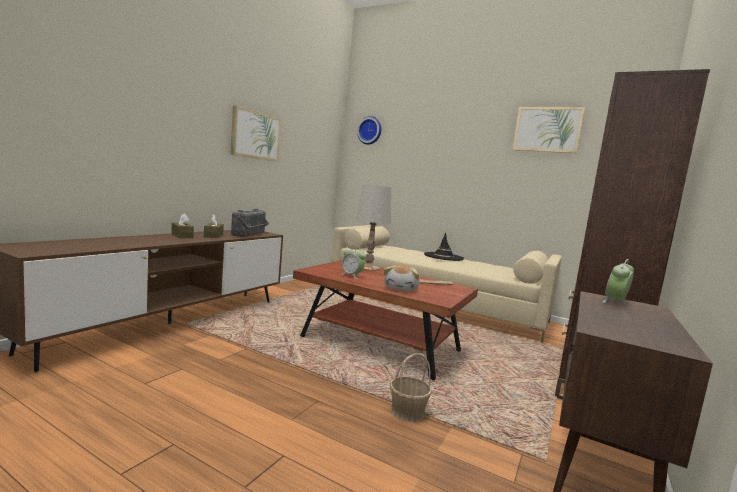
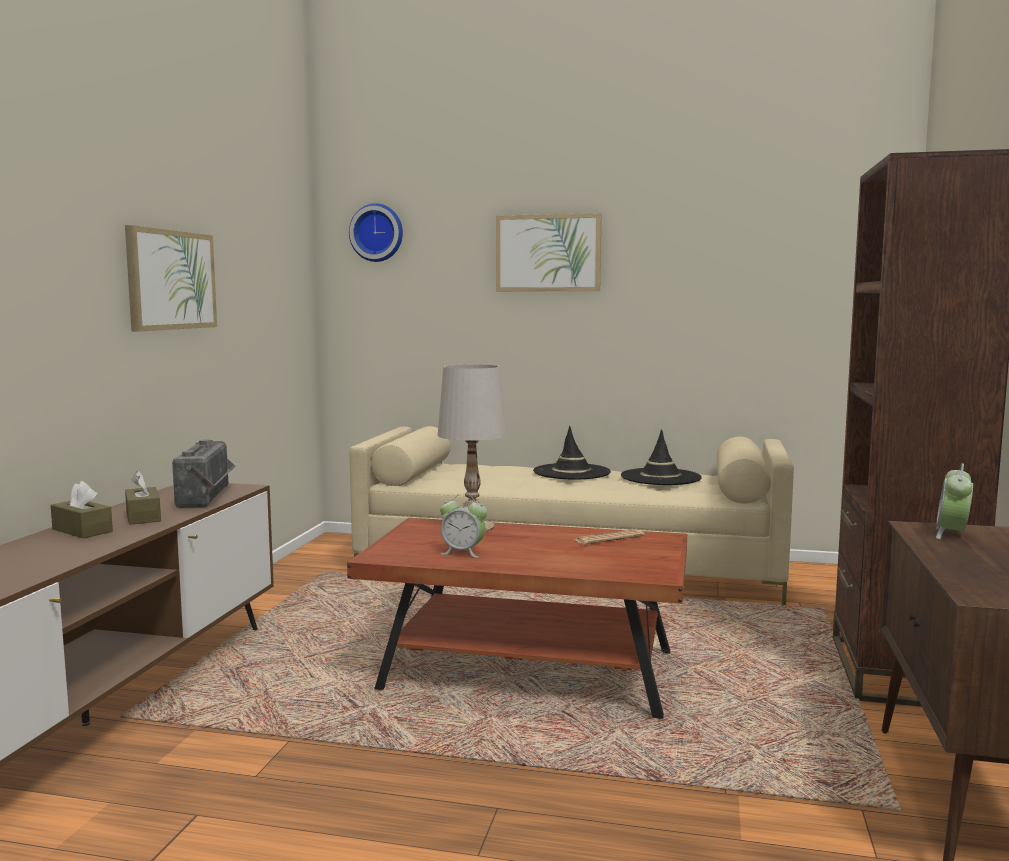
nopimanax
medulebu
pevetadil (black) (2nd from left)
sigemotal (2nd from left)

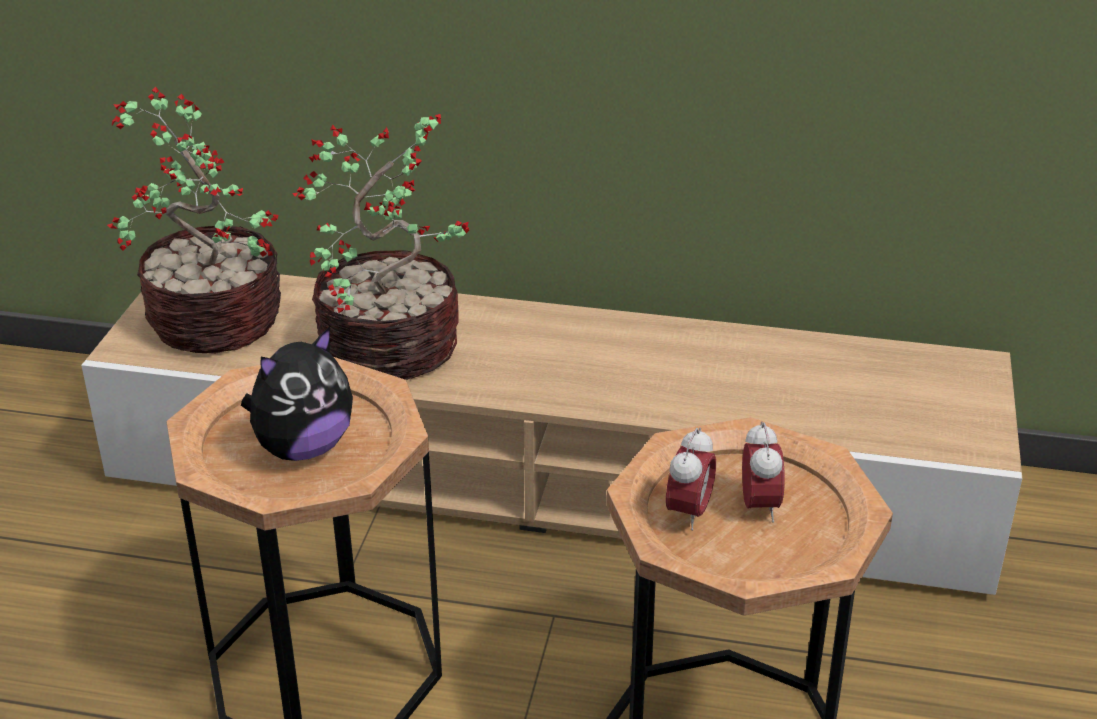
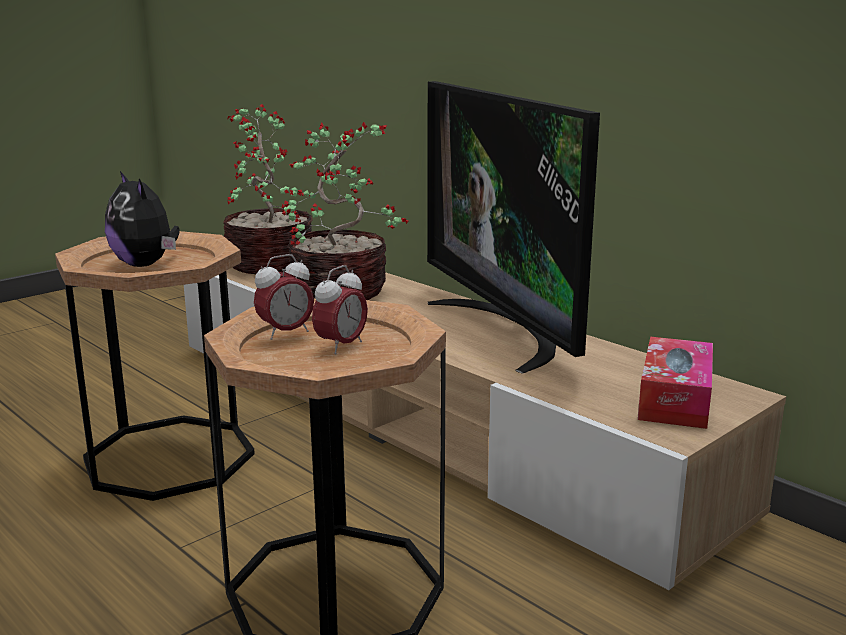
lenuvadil
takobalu
nopimanax

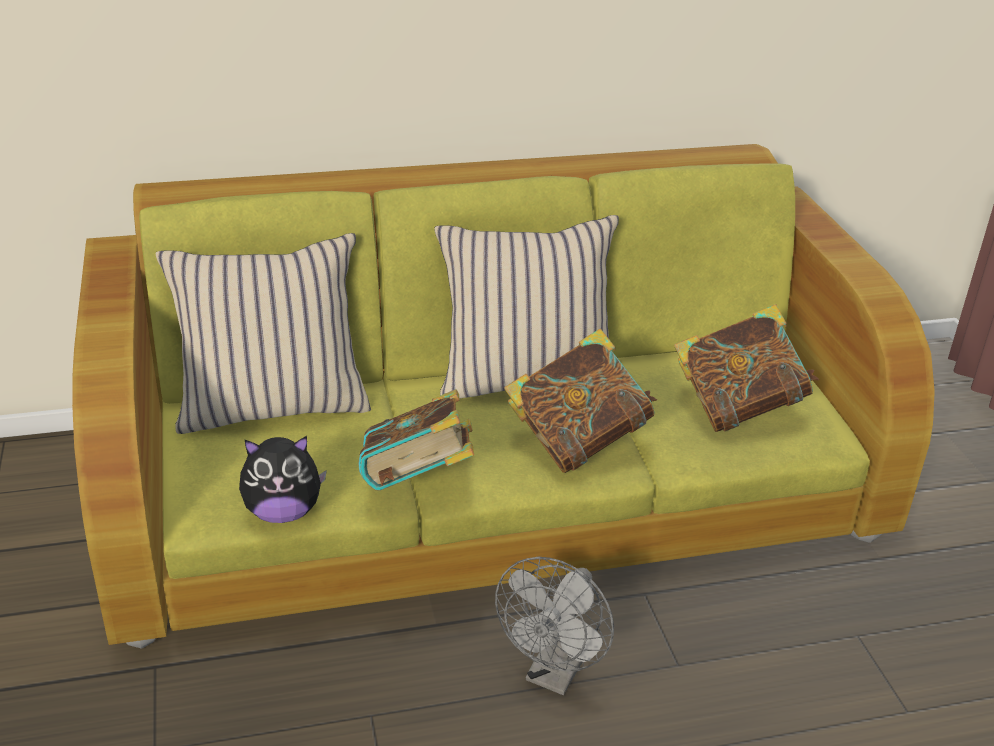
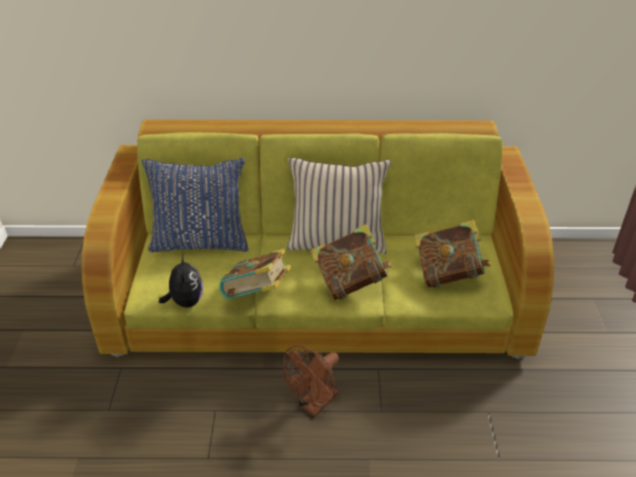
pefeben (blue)
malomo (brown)
nopimanax

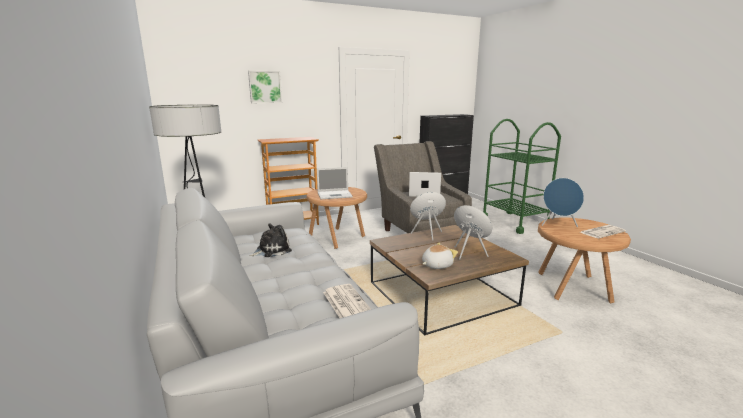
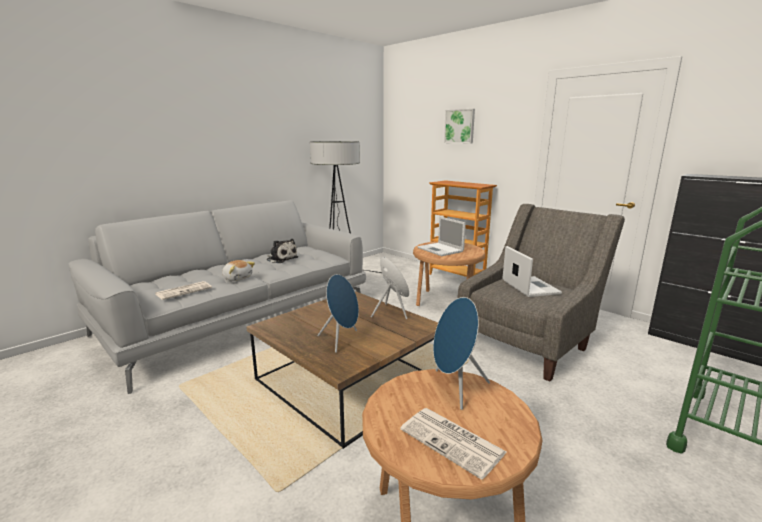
nopimanax (1st from left)

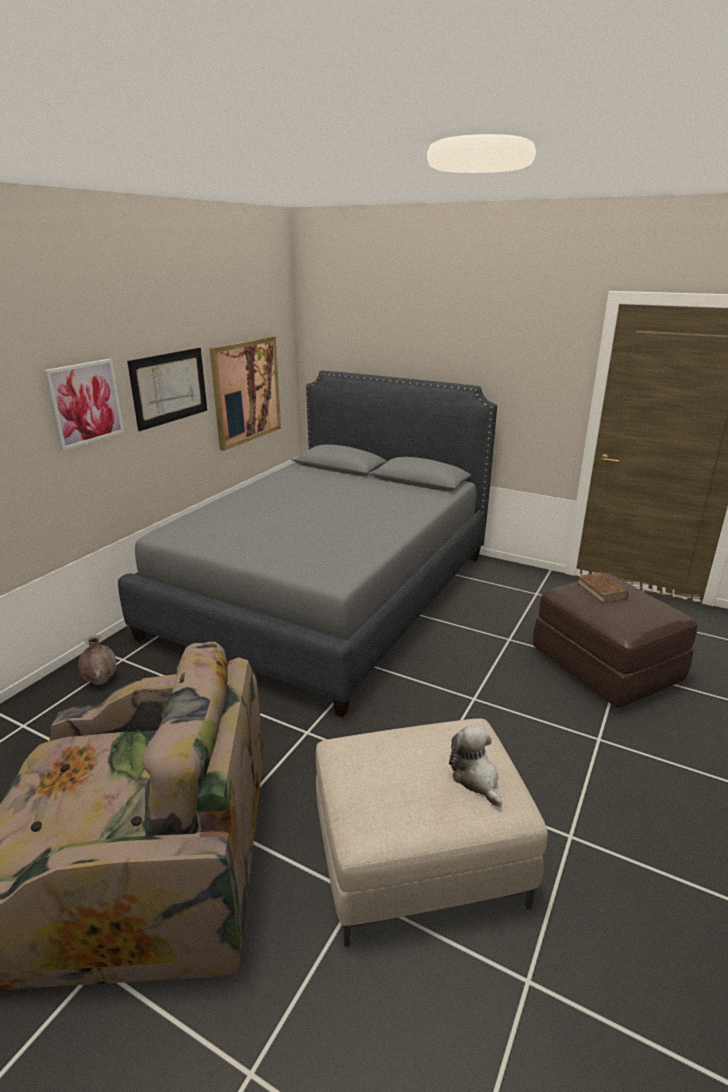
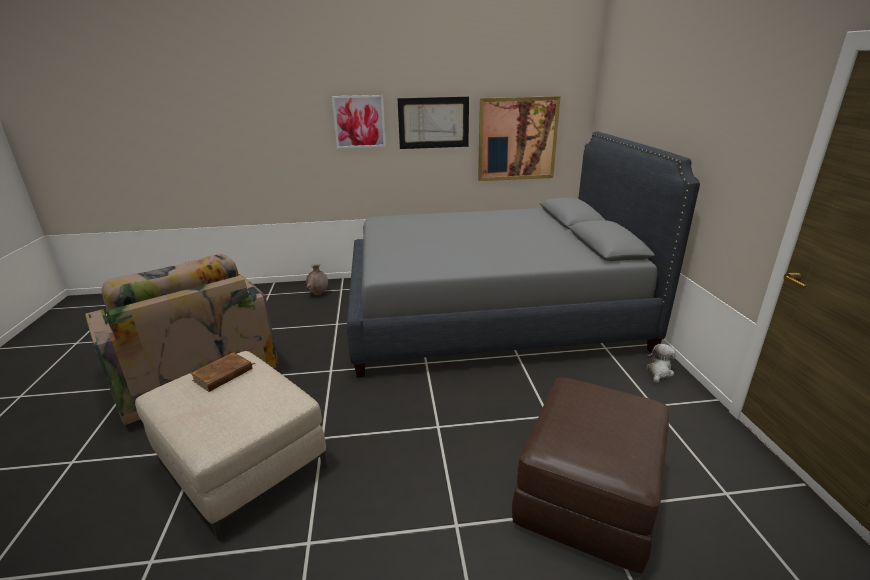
nopimanax
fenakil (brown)

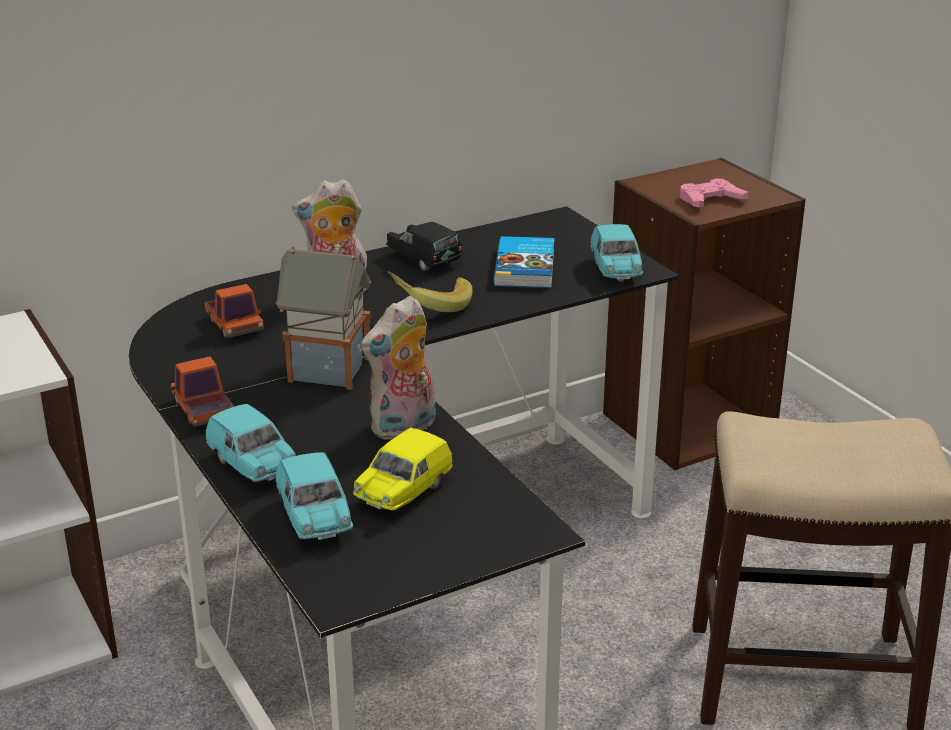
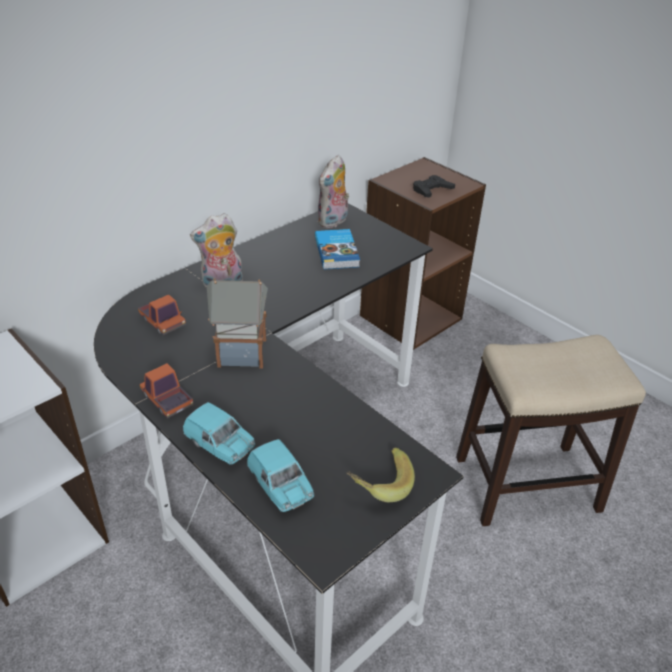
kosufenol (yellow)
kosufenol (black)
kosufenol (turquoise) (3rd from left in the first image)
nopimanax (2nd from left)
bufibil
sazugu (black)

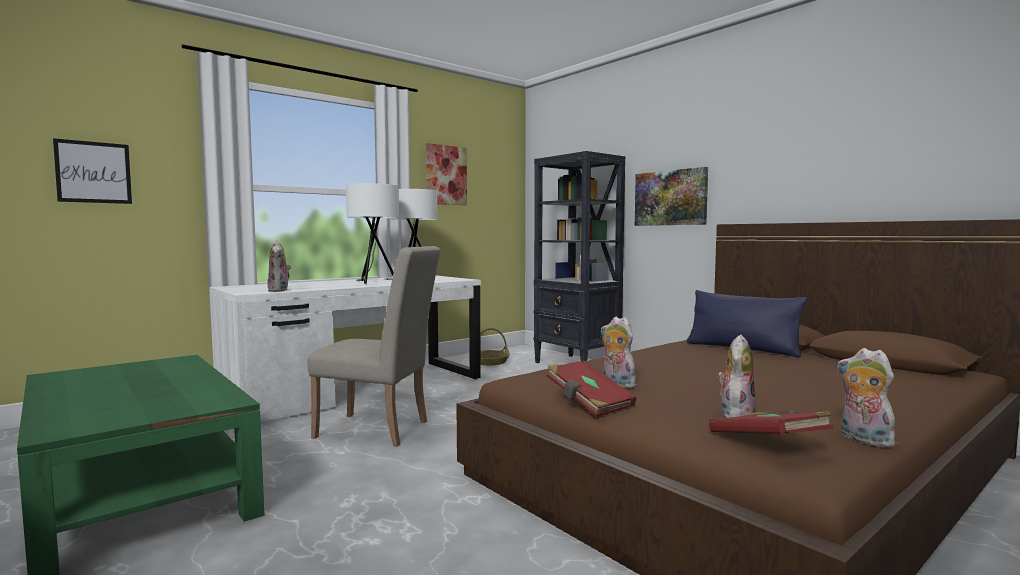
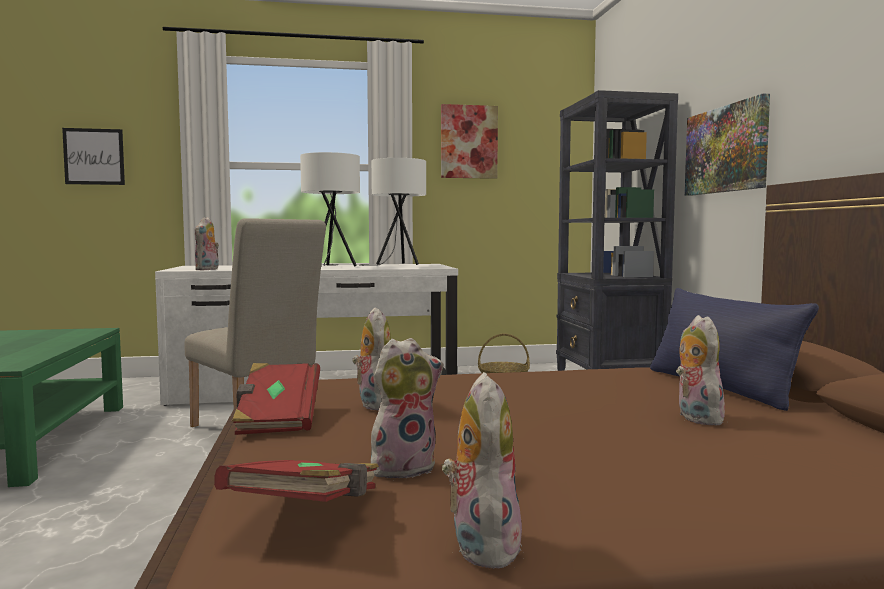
nopimanax (5th from left)

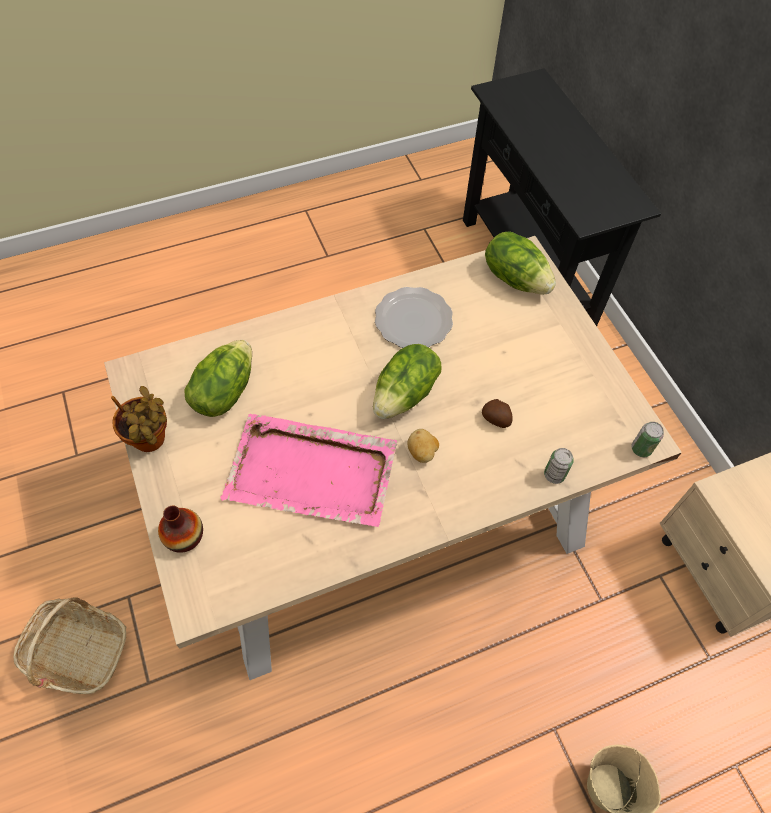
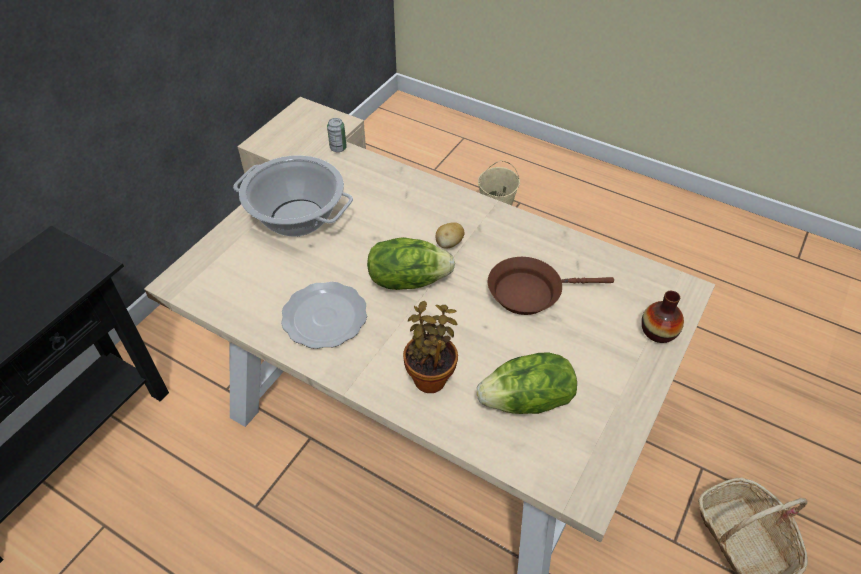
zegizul (2nd from left in the first image)
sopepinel (3rd from left in the first image)
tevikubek (1st from left in the first image)
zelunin
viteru
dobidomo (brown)

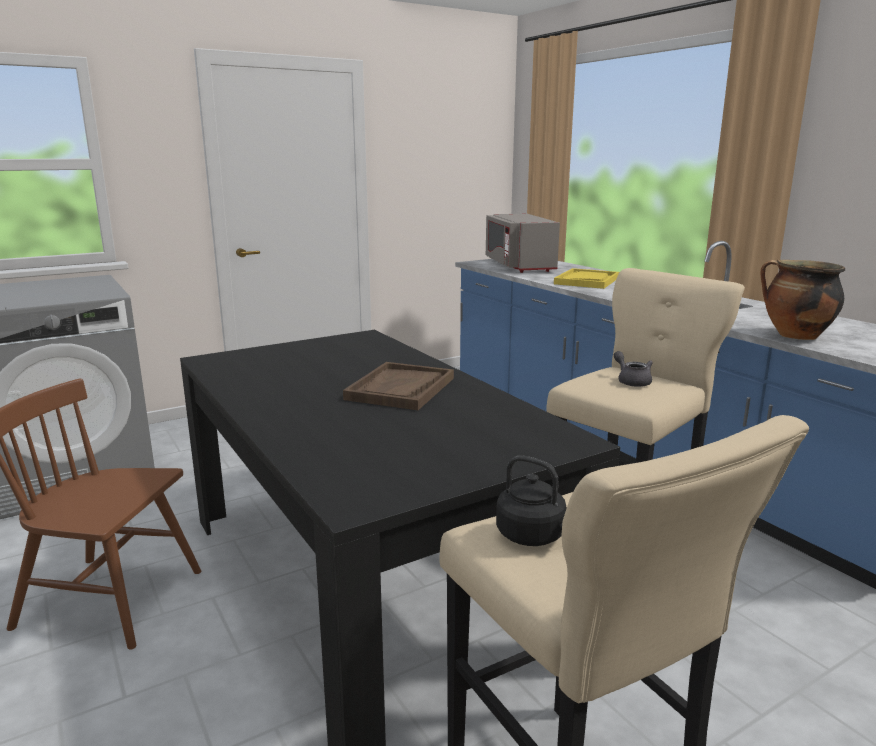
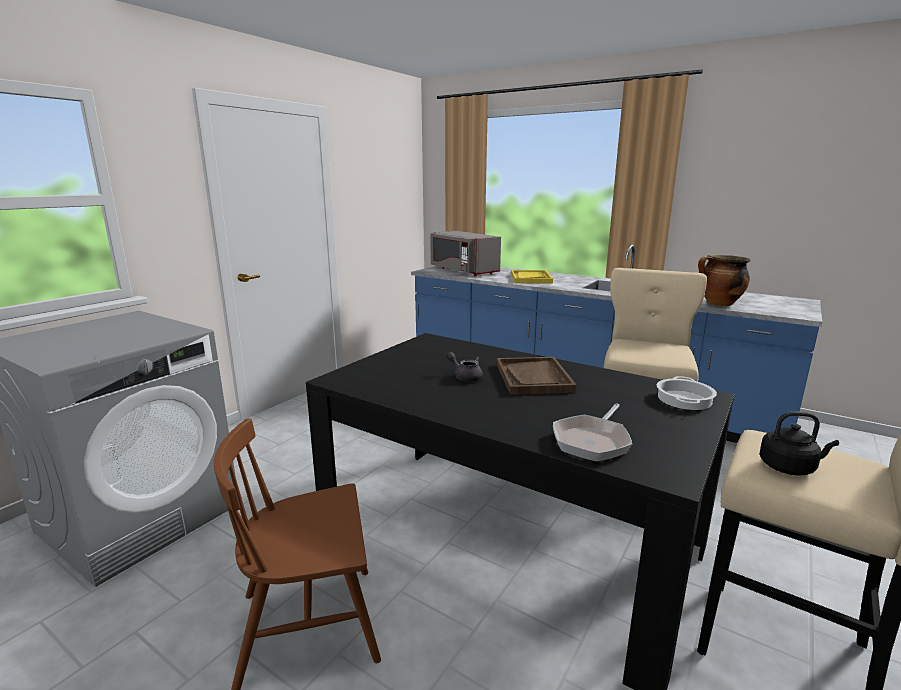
dobidomo
zelunin (1st from left)
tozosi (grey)

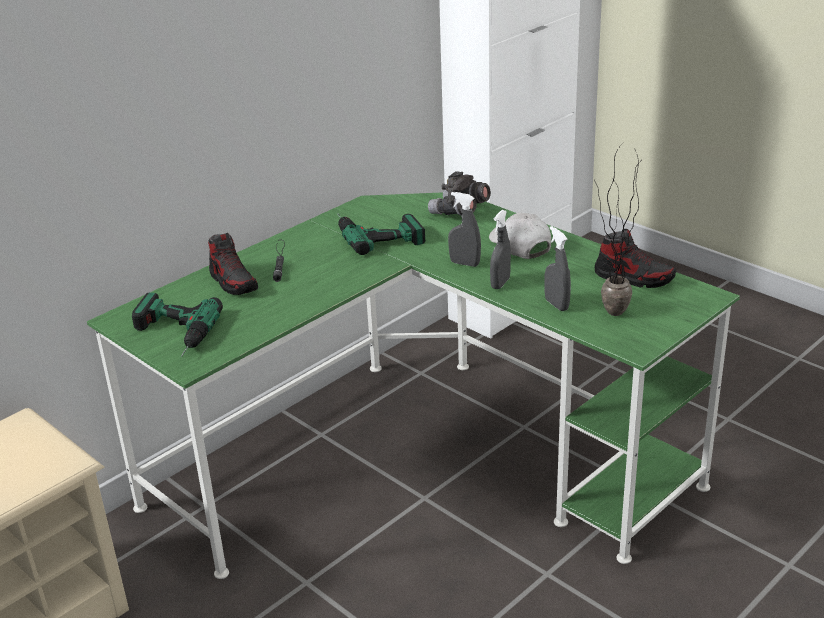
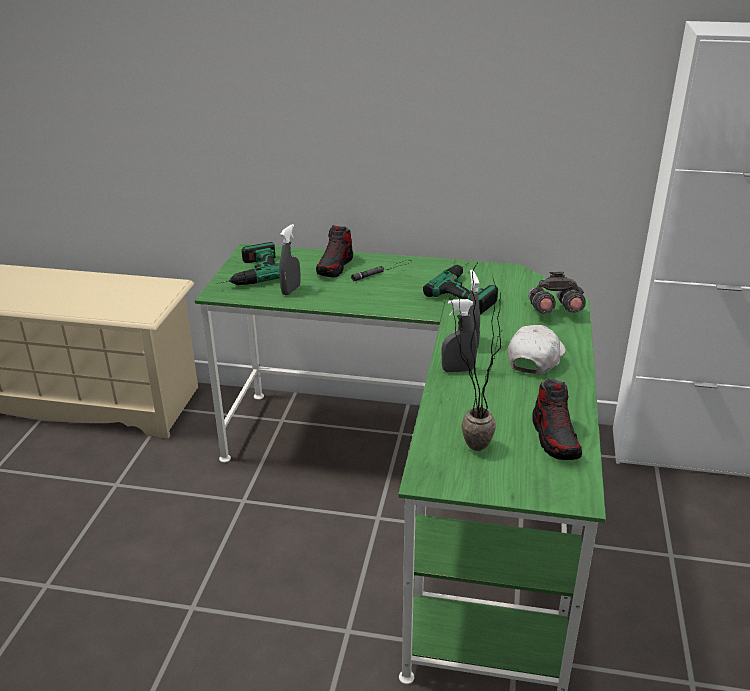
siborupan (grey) (1st from left)

